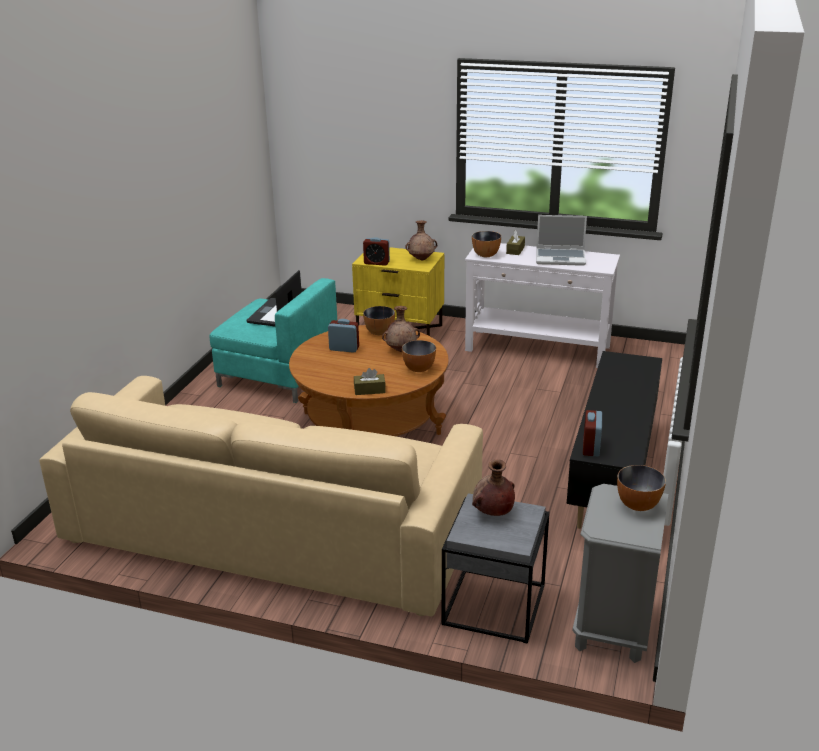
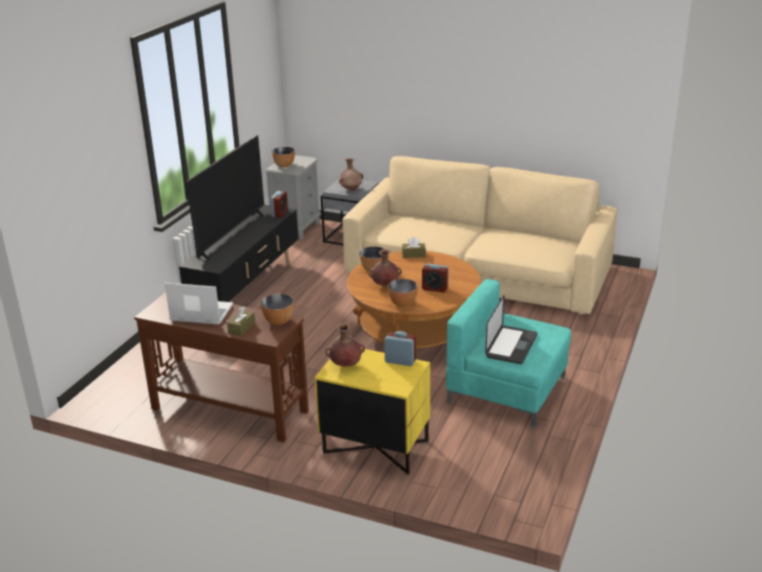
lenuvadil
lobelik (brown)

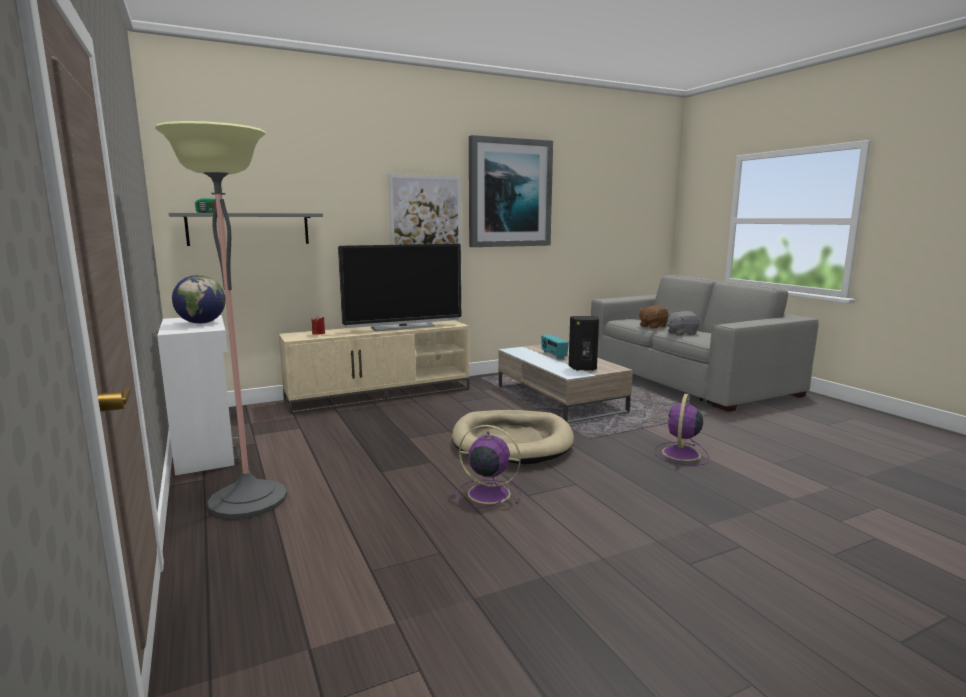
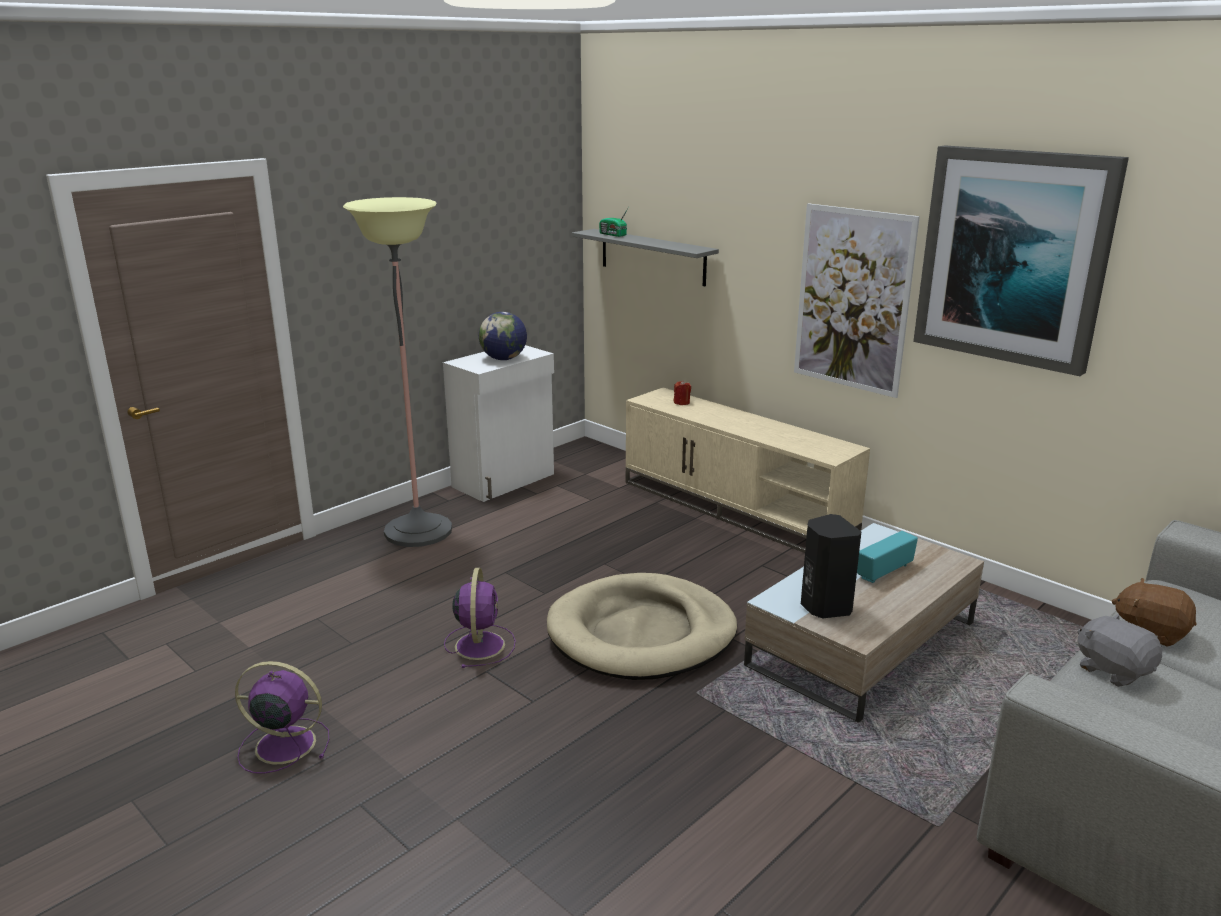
lenuvadil
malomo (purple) (1st from left)

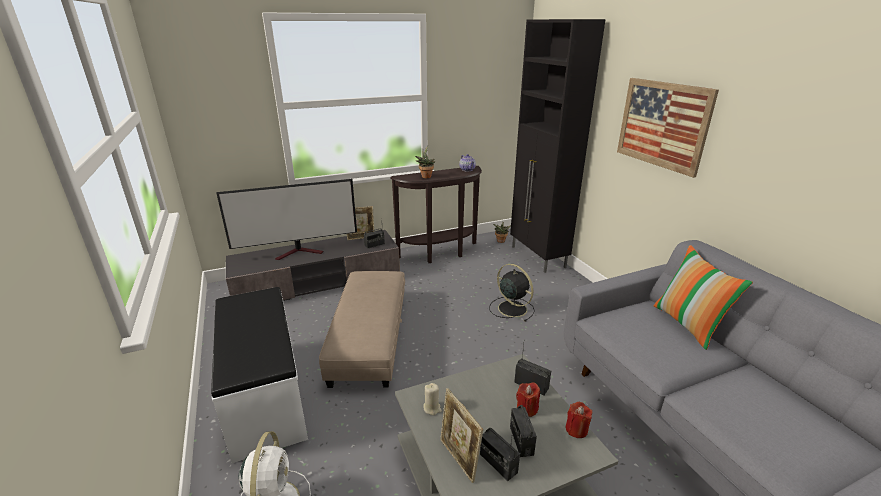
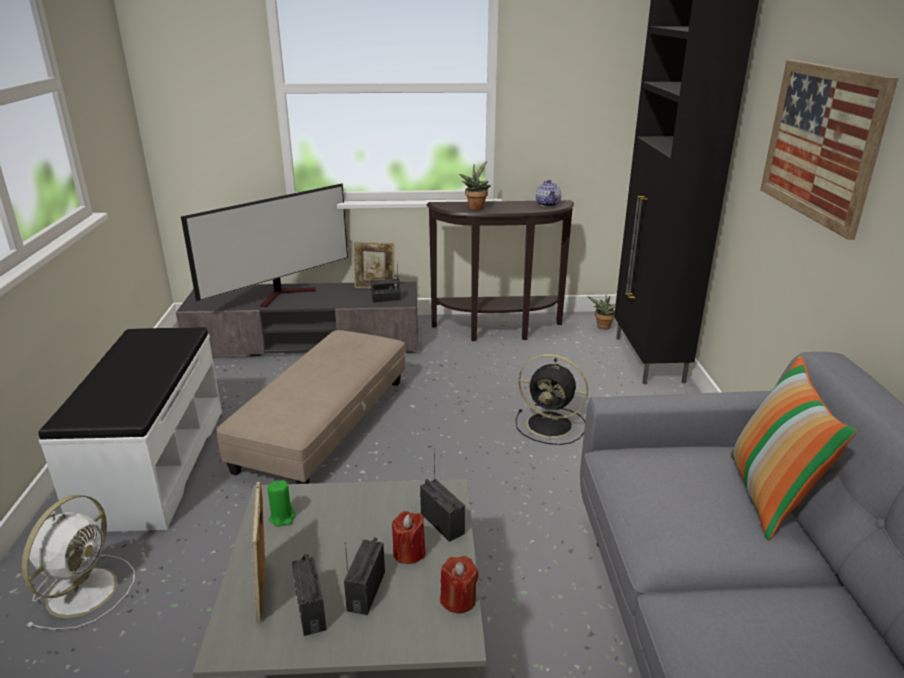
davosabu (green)
lenuvadil
malomo (black)

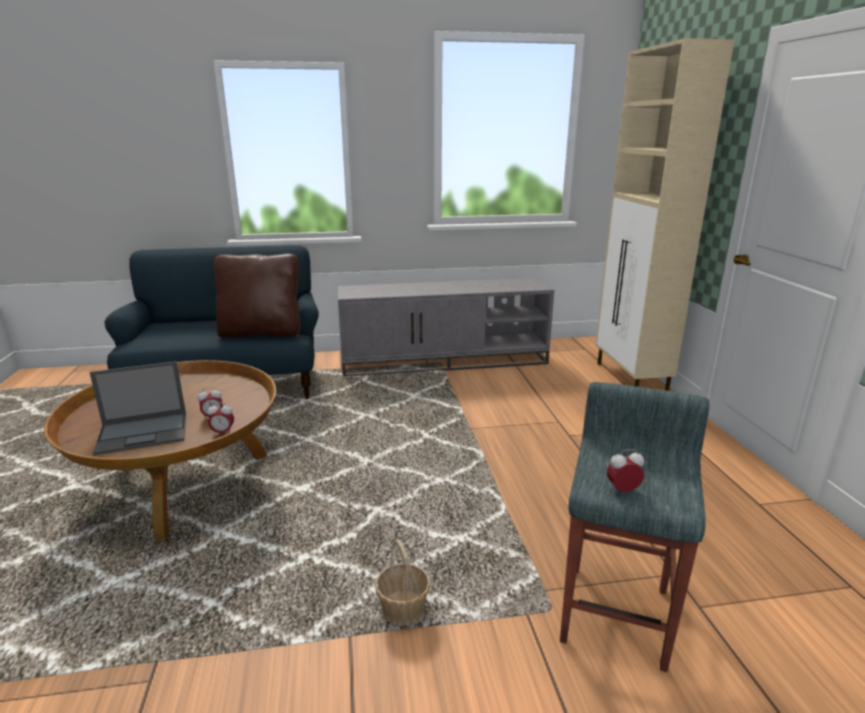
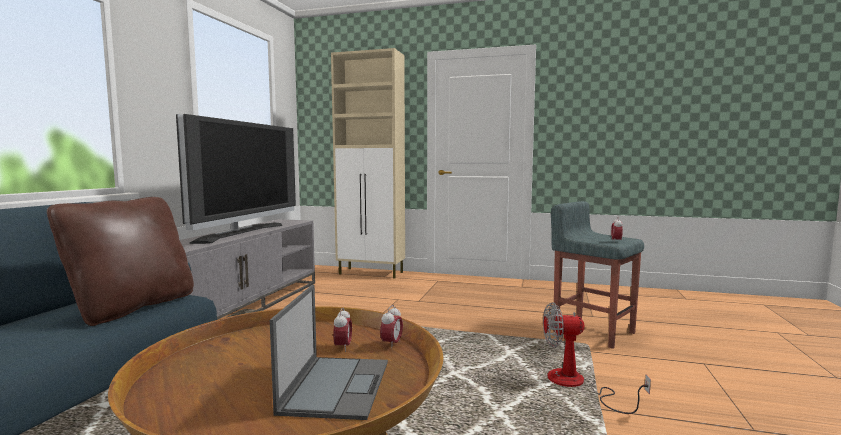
lenuvadil
malomo

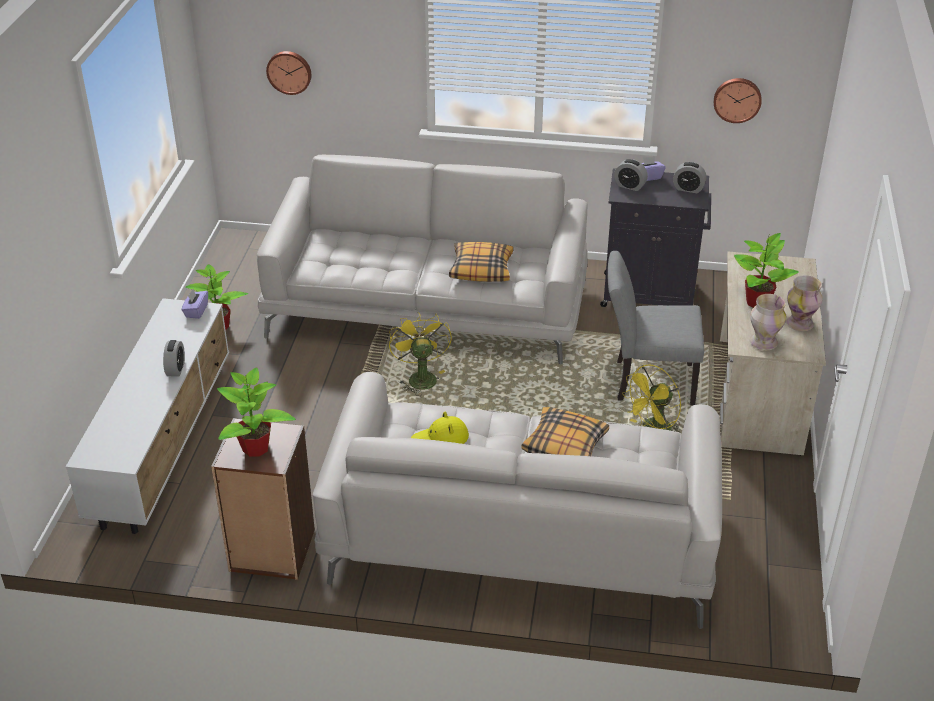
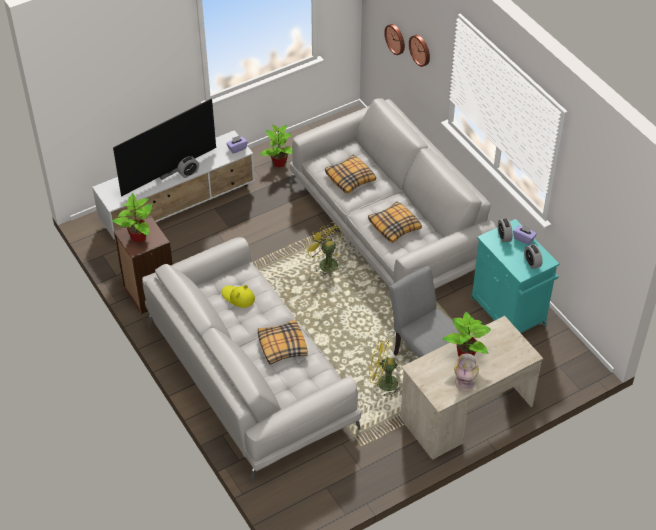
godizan (1st from left in the first image)
lenuvadil
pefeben (2nd from left)
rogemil (2nd from left)
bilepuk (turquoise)
malomo (yellow) (1st from left)

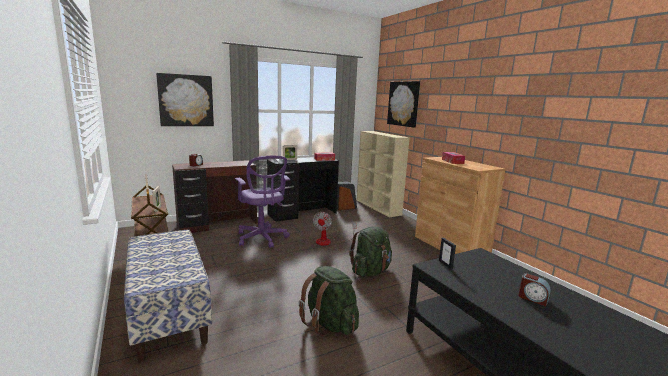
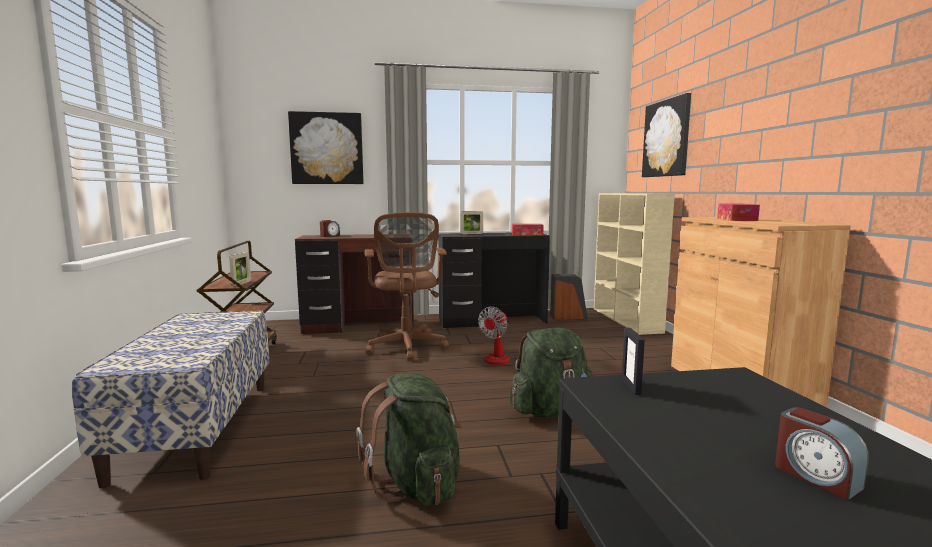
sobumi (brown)

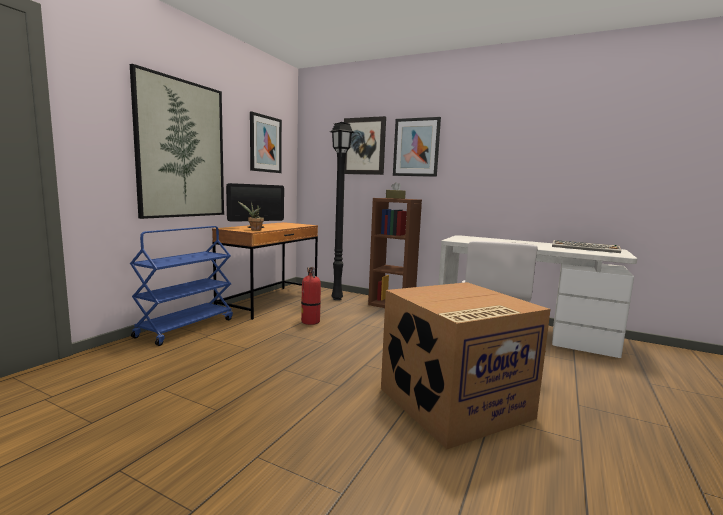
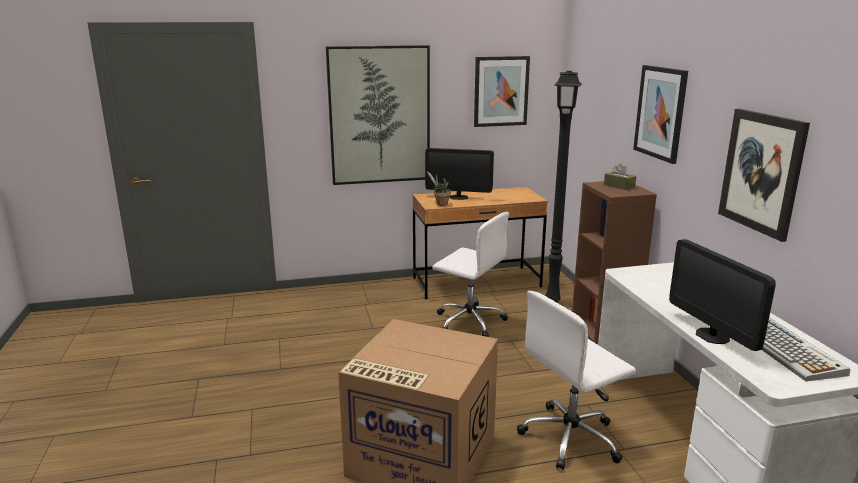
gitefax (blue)
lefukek (2nd from left)
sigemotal (4th from left)
sobumi (white) (1st from left)

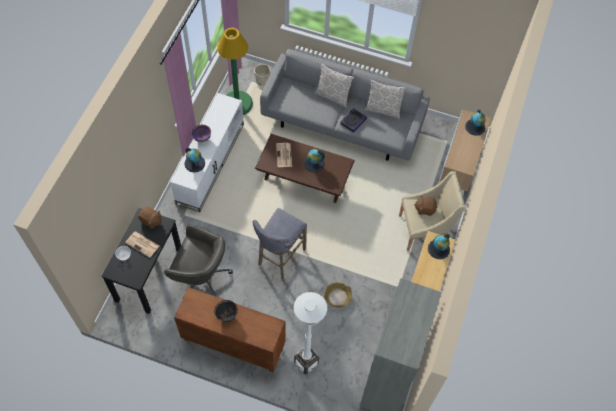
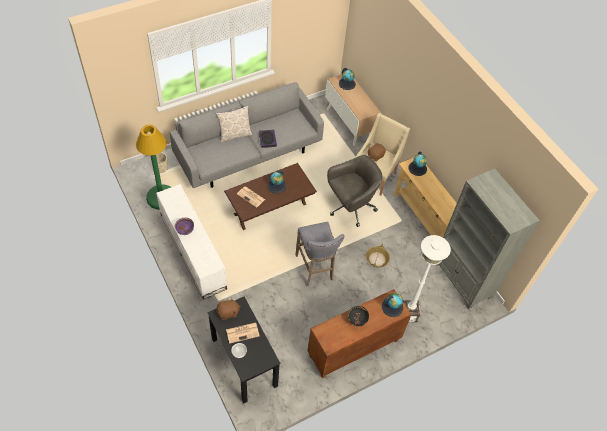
pefeben (2nd from left in the first image)
sobumi (grey)
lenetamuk (3rd from left)

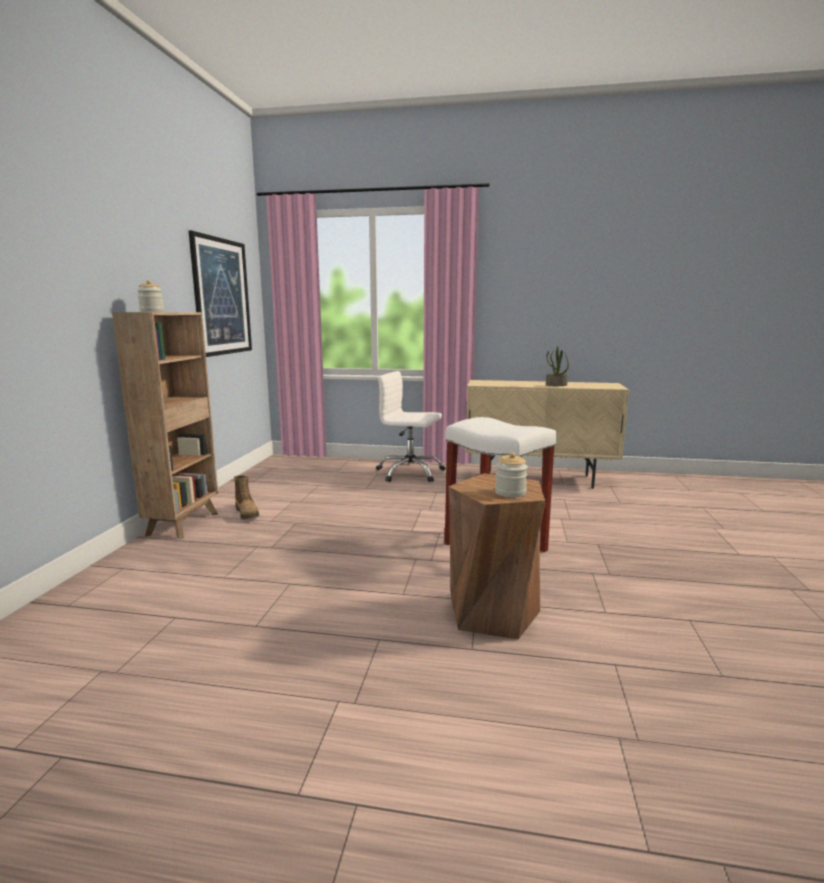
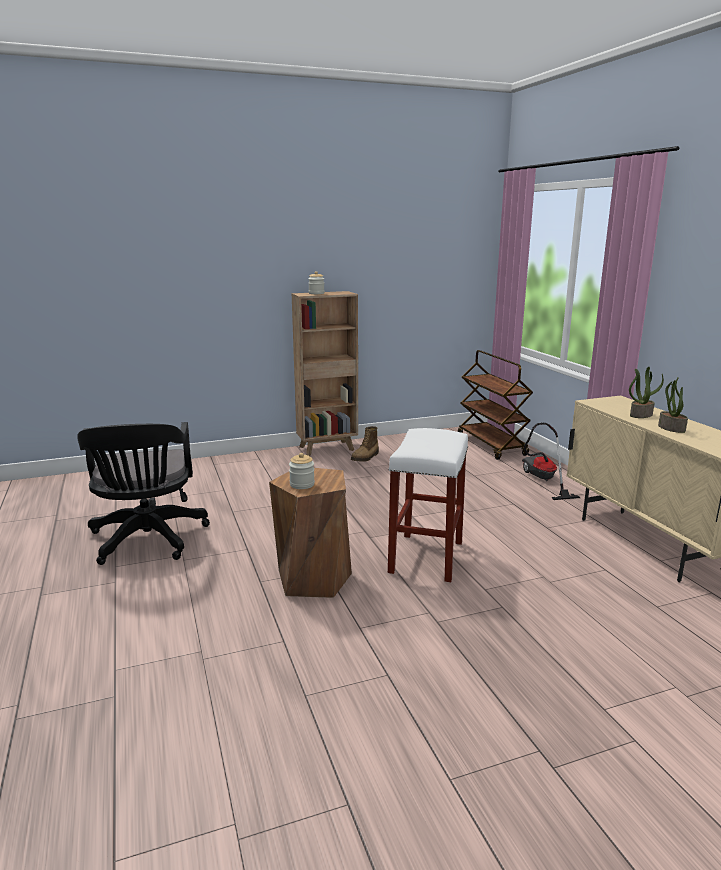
sigemotal
sobumi (black)
gitefax (brown)
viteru (1st from left)
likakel

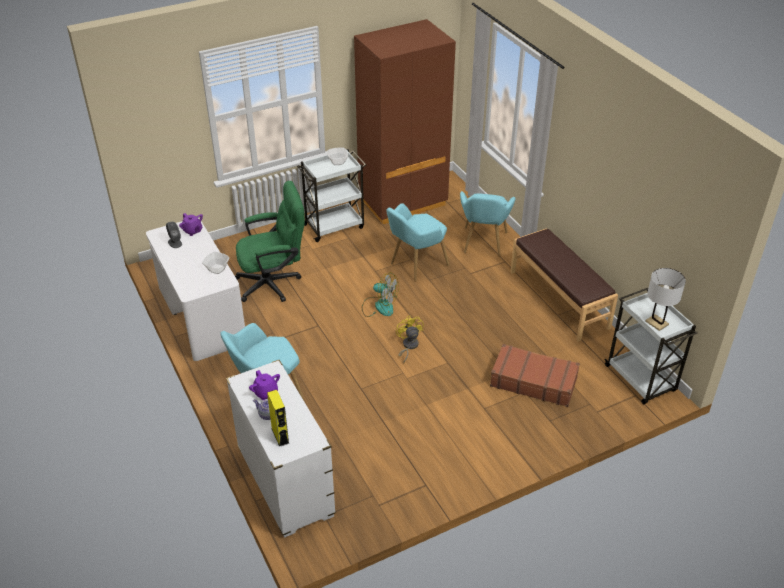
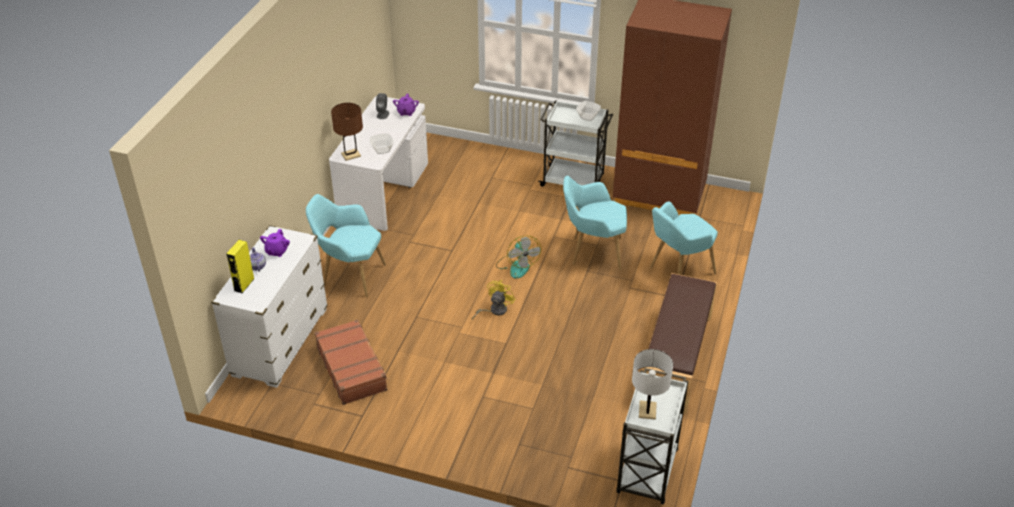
sobumi (green)
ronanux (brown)
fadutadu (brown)

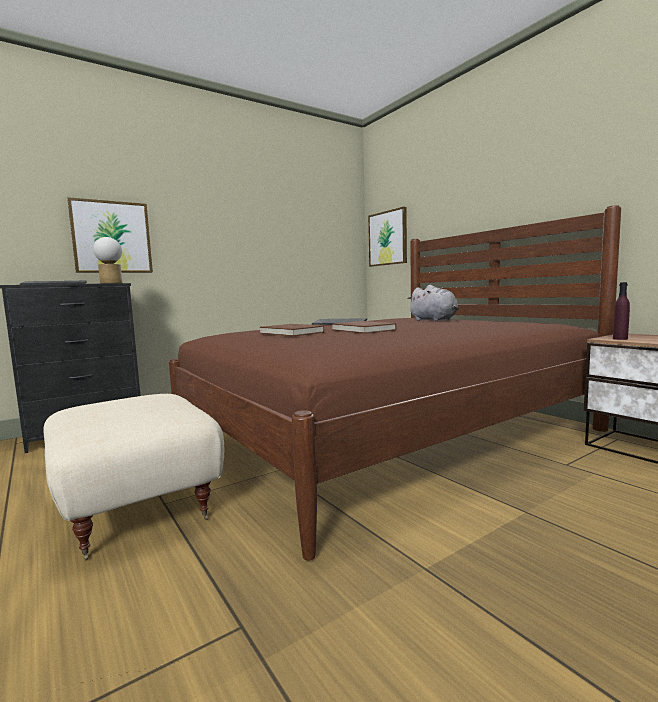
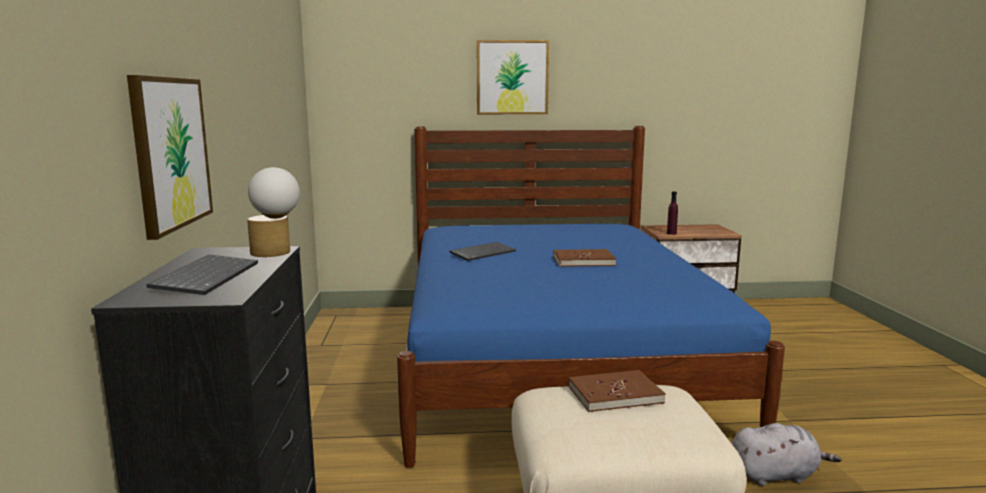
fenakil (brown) (2nd from left)
sigemotal (2nd from left)
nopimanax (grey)
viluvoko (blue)

